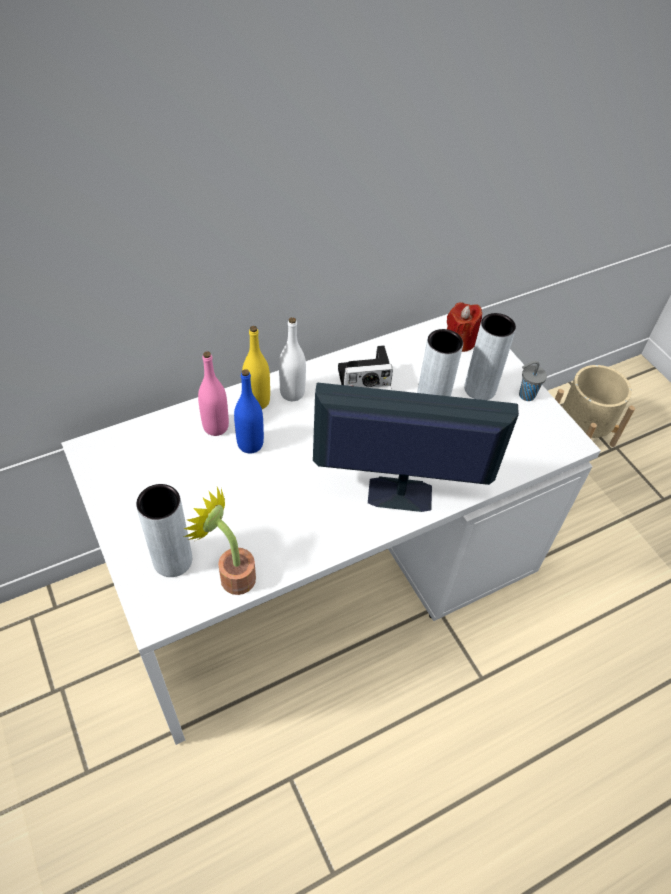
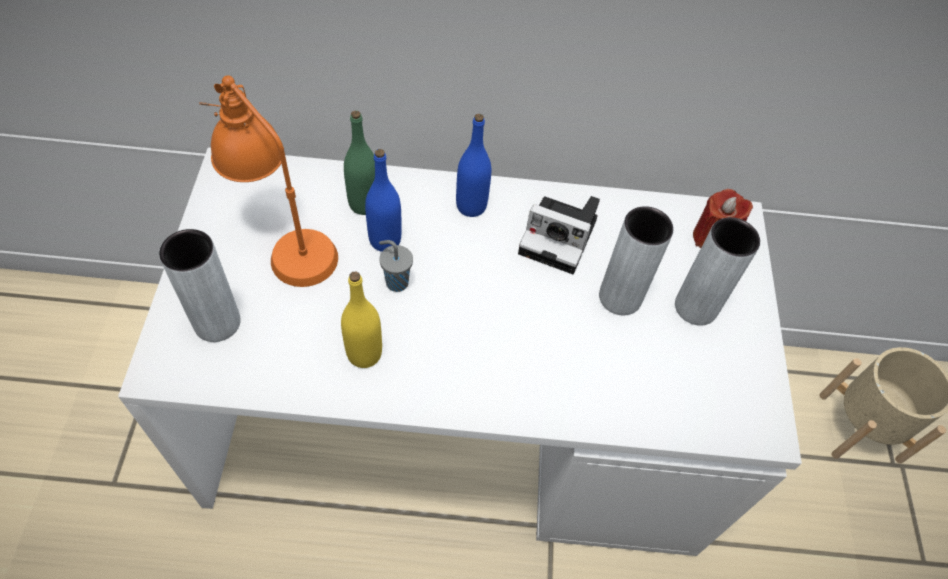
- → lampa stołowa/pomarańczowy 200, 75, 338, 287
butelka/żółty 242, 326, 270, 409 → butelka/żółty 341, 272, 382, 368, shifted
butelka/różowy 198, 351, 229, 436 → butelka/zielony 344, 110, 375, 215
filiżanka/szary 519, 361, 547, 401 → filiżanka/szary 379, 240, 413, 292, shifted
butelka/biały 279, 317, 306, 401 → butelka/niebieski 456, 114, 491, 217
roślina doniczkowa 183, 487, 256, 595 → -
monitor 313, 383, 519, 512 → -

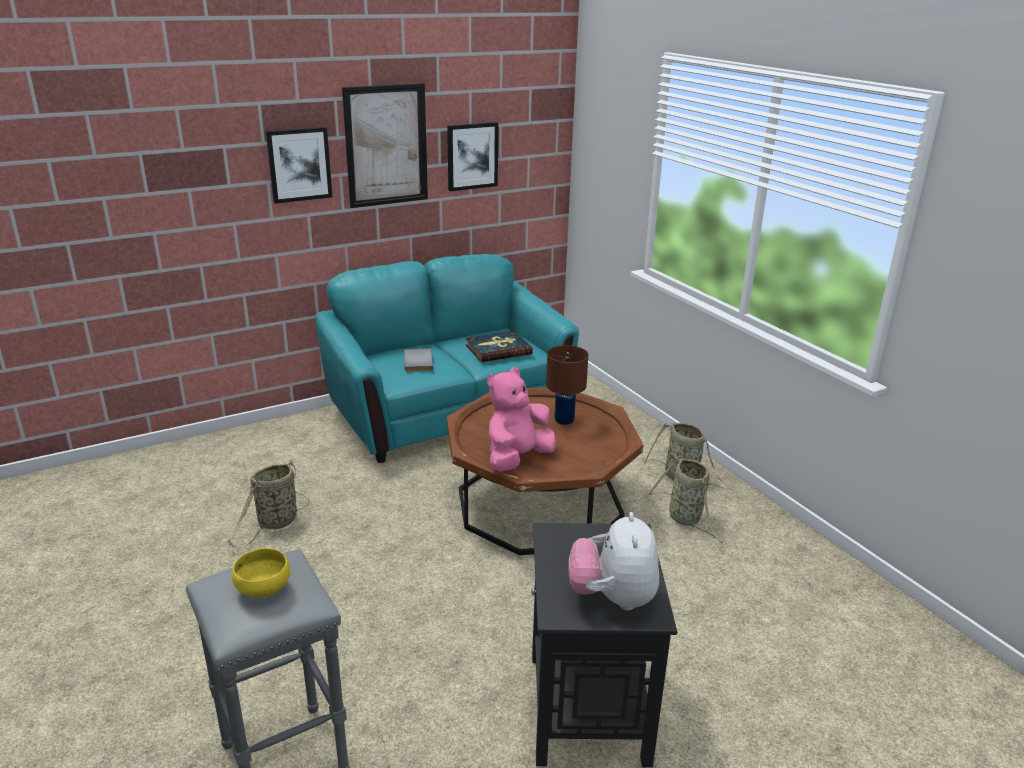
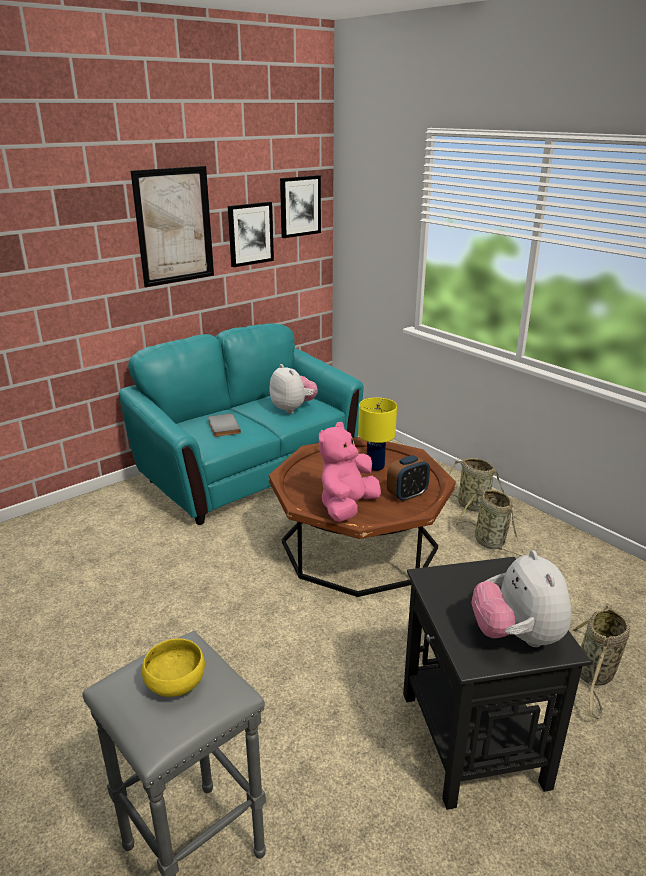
książka 465, 331, 533, 362 → pluszak 269, 364, 318, 414
obraz 266, 127, 332, 204 → obraz 280, 175, 321, 238, shifted
lampa stołowa/brązowy 546, 345, 588, 425 → lampa stołowa/żółty 358, 398, 397, 471
- → budzik 387, 455, 430, 502
koszyk 227, 461, 310, 548 → koszyk 571, 603, 630, 719, shifted

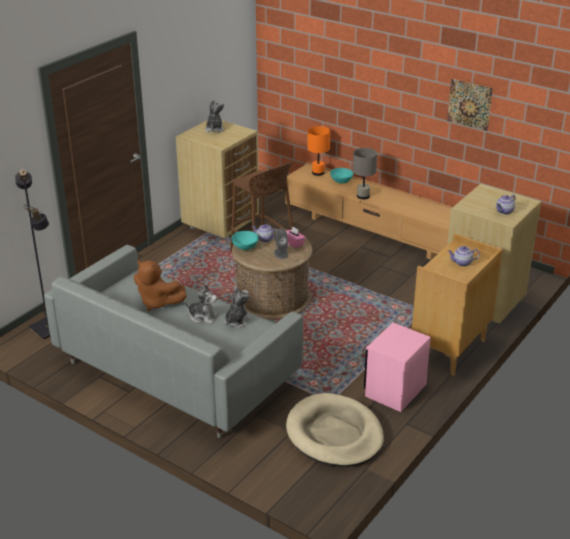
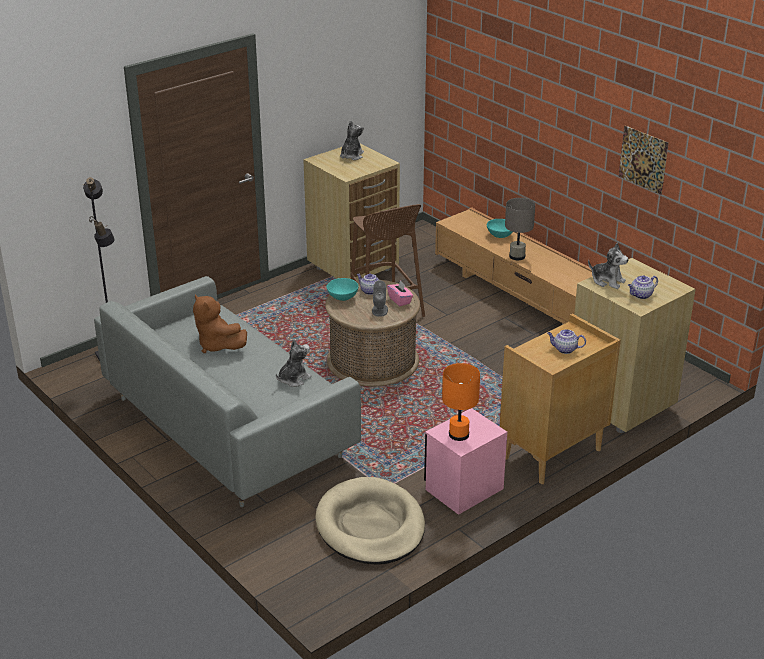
lampa stołowa/pomarańczowy 307, 126, 330, 176 → lampa stołowa/pomarańczowy 442, 363, 480, 441, shifted
pluszak 184, 285, 218, 324 → pluszak 588, 243, 629, 289, shifted

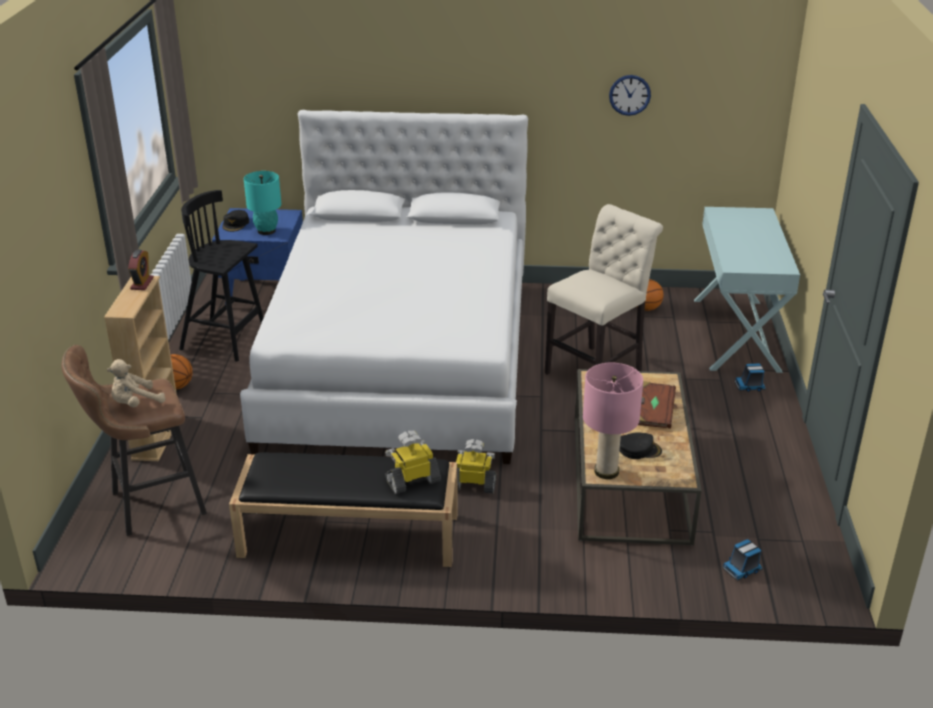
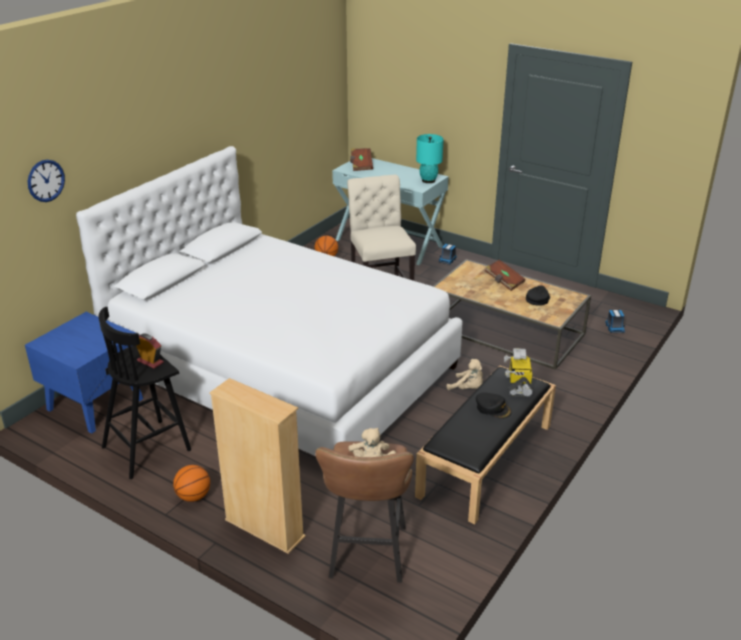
zegar ścienny 609, 75, 651, 116 → zegar ścienny 28, 159, 65, 202, shifted
budzik 128, 250, 154, 290 → budzik 136, 333, 164, 368, shifted
- → książka/brązowy 350, 148, 373, 171
lampa stołowa/turkusowy 244, 171, 281, 235 → lampa stołowa/turkusowy 416, 134, 444, 183, shifted
robot zabawkowy 456, 439, 497, 493 → pluszak/beżowy 447, 359, 483, 390
czapka z daszkiem/czarny 222, 210, 249, 232 → czapka z daszkiem/czarny 476, 392, 512, 419, shifted
lampa stołowa/różowy 583, 363, 643, 479 → -

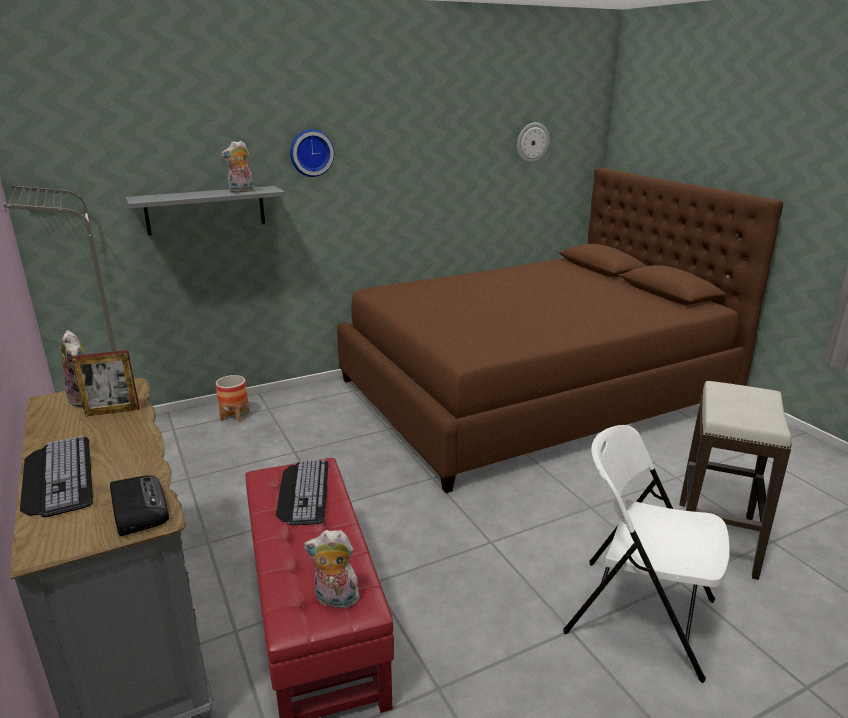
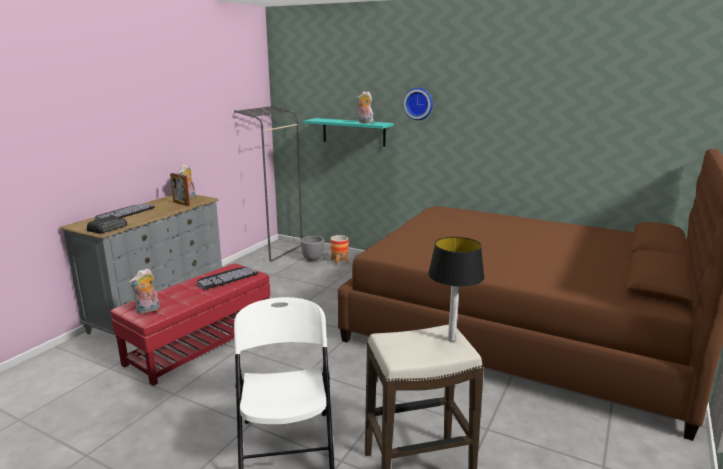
pluszak 304, 530, 360, 609 → pluszak 128, 268, 160, 314, 105 degrees counterclockwise
- → donica/szary 301, 236, 324, 262
półka/szary 125, 186, 285, 235 → półka/turkusowy 304, 118, 394, 147
- → lampa stołowa 428, 237, 485, 342
zegar ścienny 517, 122, 549, 163 → -

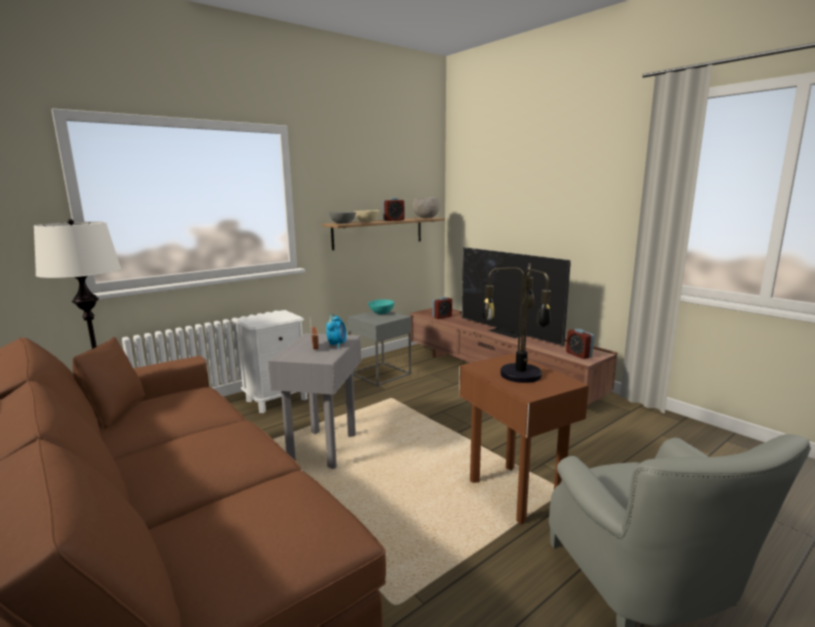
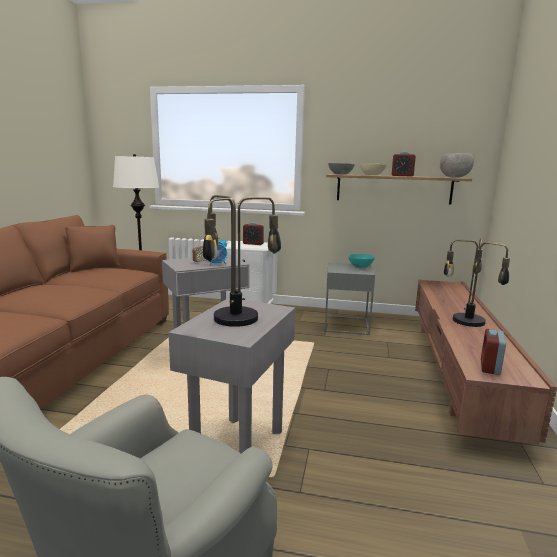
stolik/brązowy 459, 353, 589, 524 → stolik/szary 168, 298, 295, 453
budzik 433, 297, 452, 319 → budzik 243, 222, 264, 245, shifted
telewizor 462, 247, 571, 346 → lampa stołowa 444, 238, 510, 327

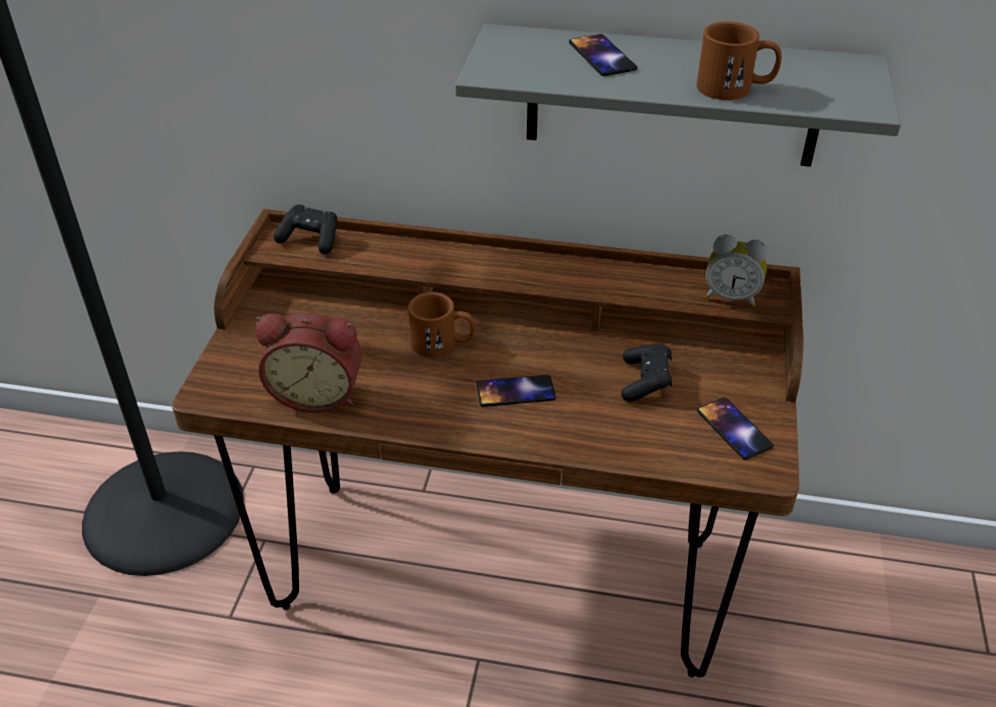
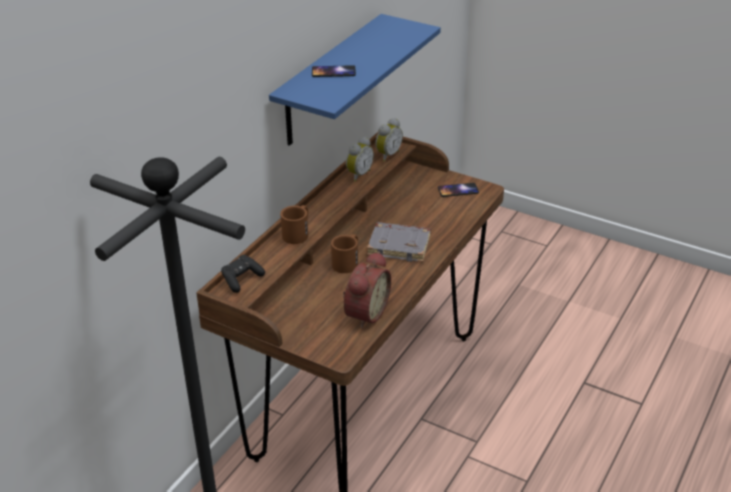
półka/szary 455, 24, 901, 167 → półka/niebieski 269, 14, 441, 146
kubek/brązowy 697, 22, 782, 100 → kubek/brązowy 280, 205, 308, 244, shifted
- → budzik 346, 137, 374, 182
telefon 476, 375, 556, 407 → książka/szary 367, 222, 430, 262
pad do gier/czarny 621, 344, 672, 402 → -

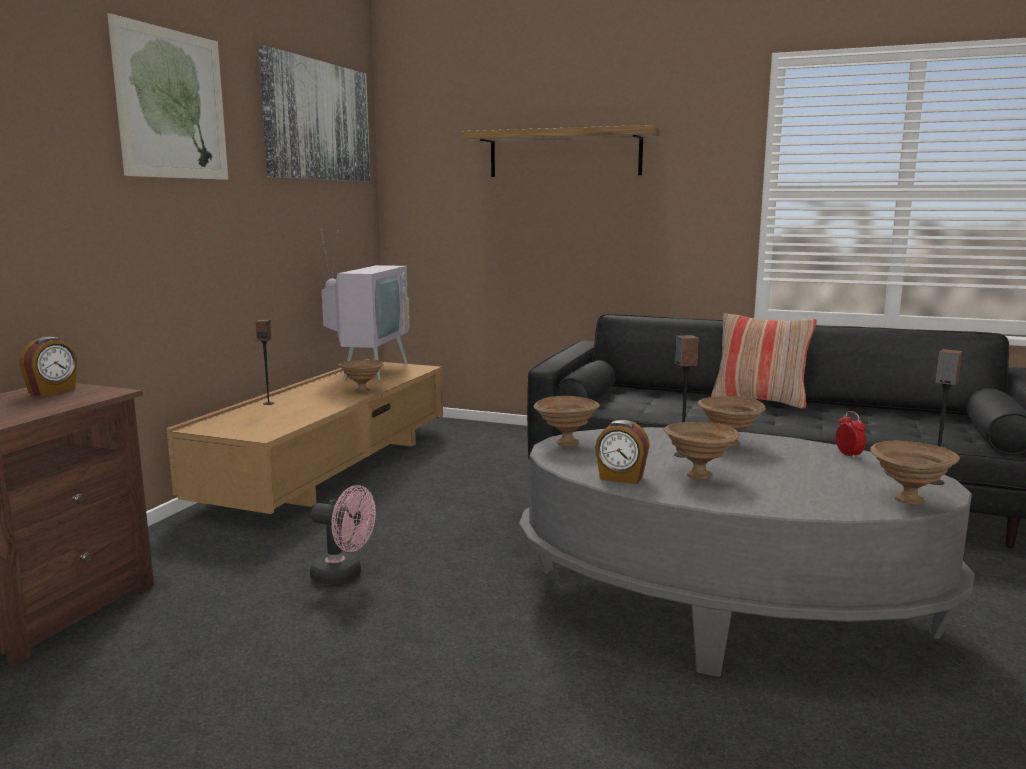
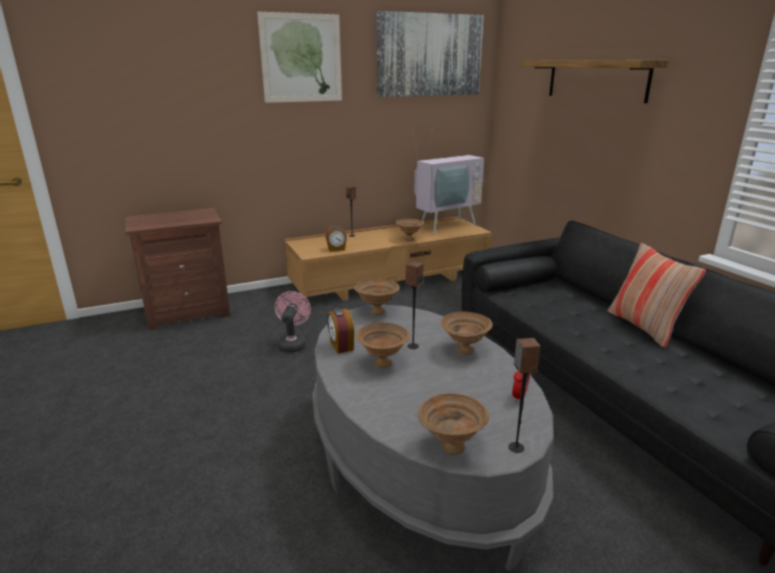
wentylator/różowy 310, 485, 376, 585 → wentylator/różowy 275, 291, 311, 353, 150 degrees counterclockwise
budzik 19, 337, 77, 396 → budzik 326, 226, 347, 252, shifted

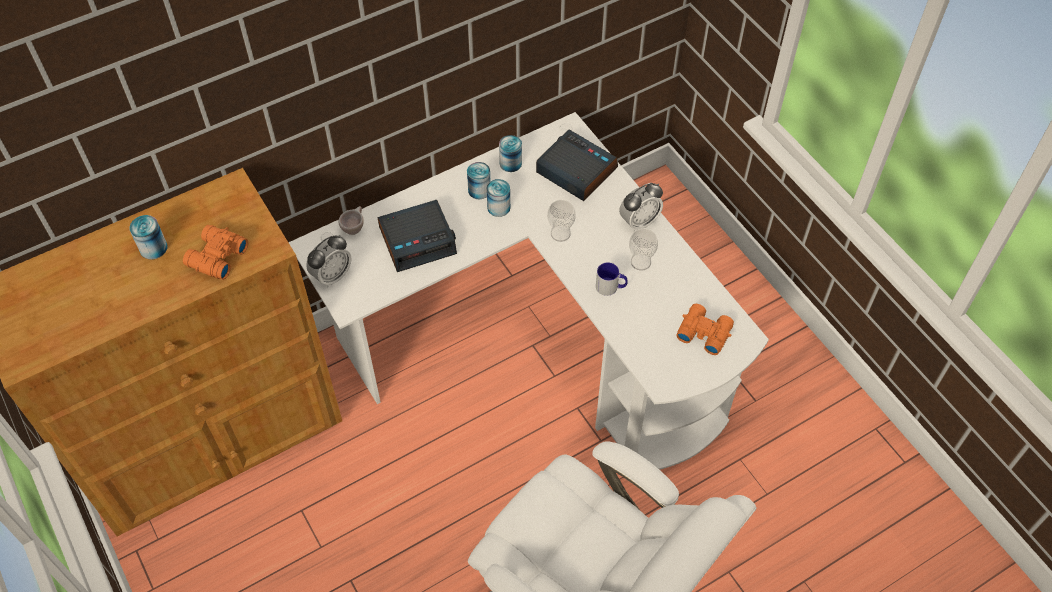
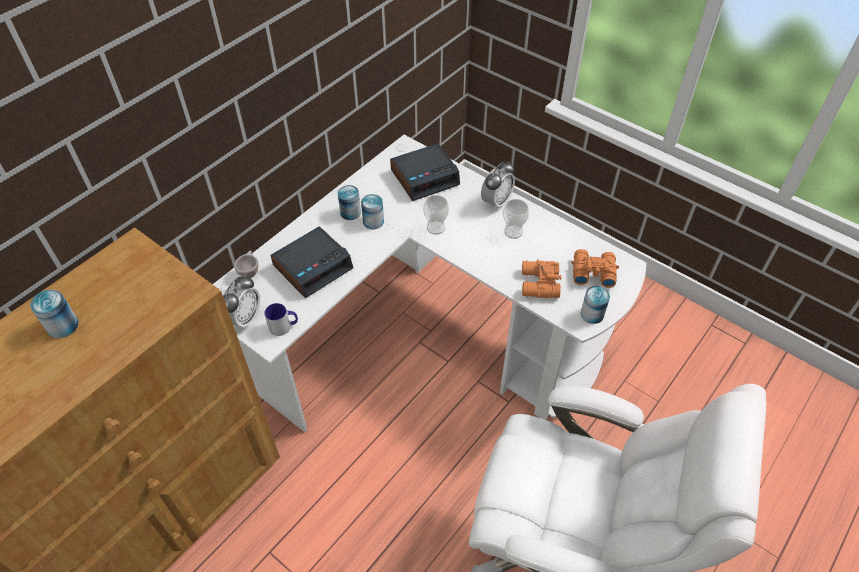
kubek 596, 262, 628, 296 → kubek 264, 303, 298, 336, shifted
budzik 536, 129, 618, 201 → budzik 390, 143, 460, 201, 135 degrees clockwise
lornetka/pomarańczowy 183, 225, 248, 280 → lornetka/pomarańczowy 522, 259, 561, 298, shifted
puszka 499, 135, 522, 172 → puszka 581, 286, 610, 324, shifted

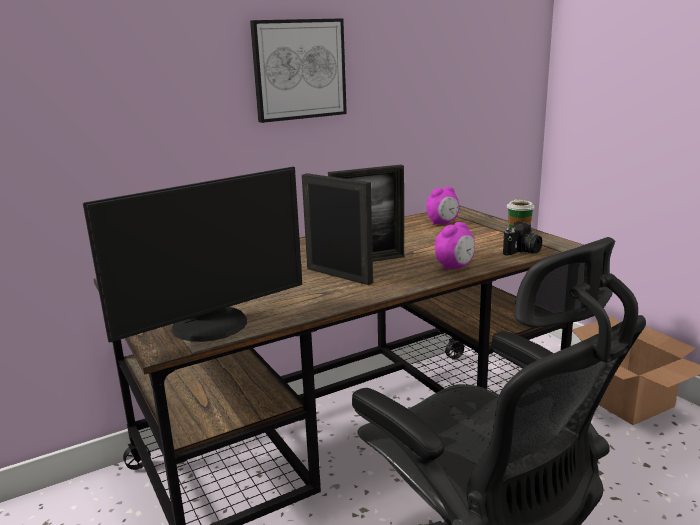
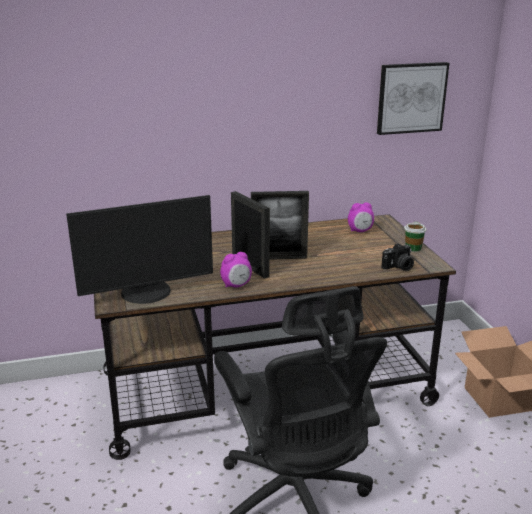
budzik 435, 222, 475, 271 → budzik 220, 252, 252, 288, shifted
obraz 250, 18, 347, 123 → obraz 377, 62, 449, 135, shifted

